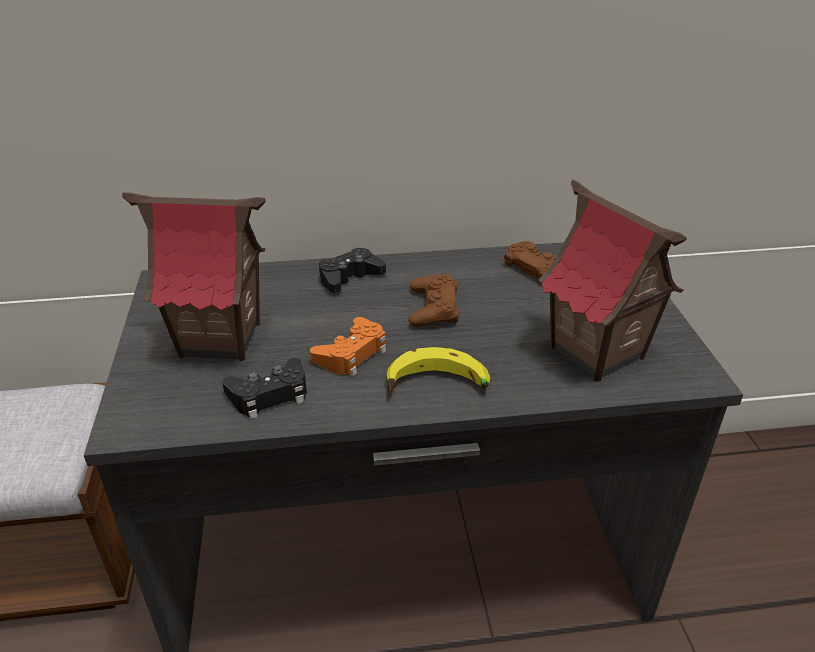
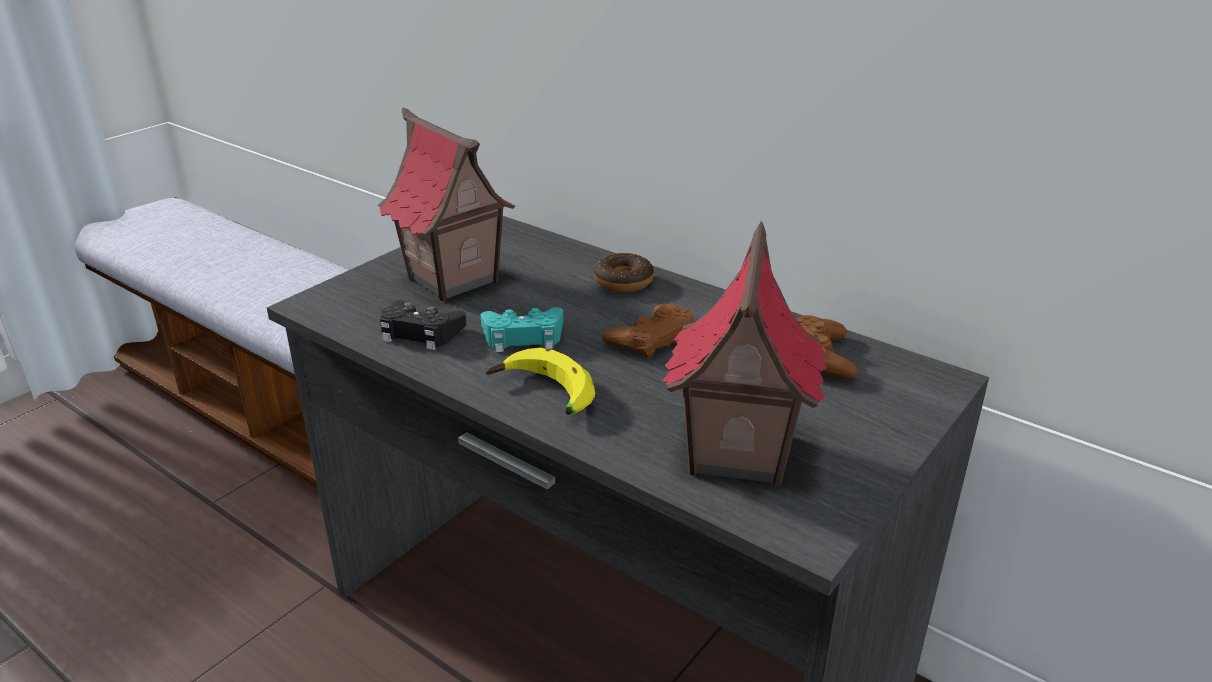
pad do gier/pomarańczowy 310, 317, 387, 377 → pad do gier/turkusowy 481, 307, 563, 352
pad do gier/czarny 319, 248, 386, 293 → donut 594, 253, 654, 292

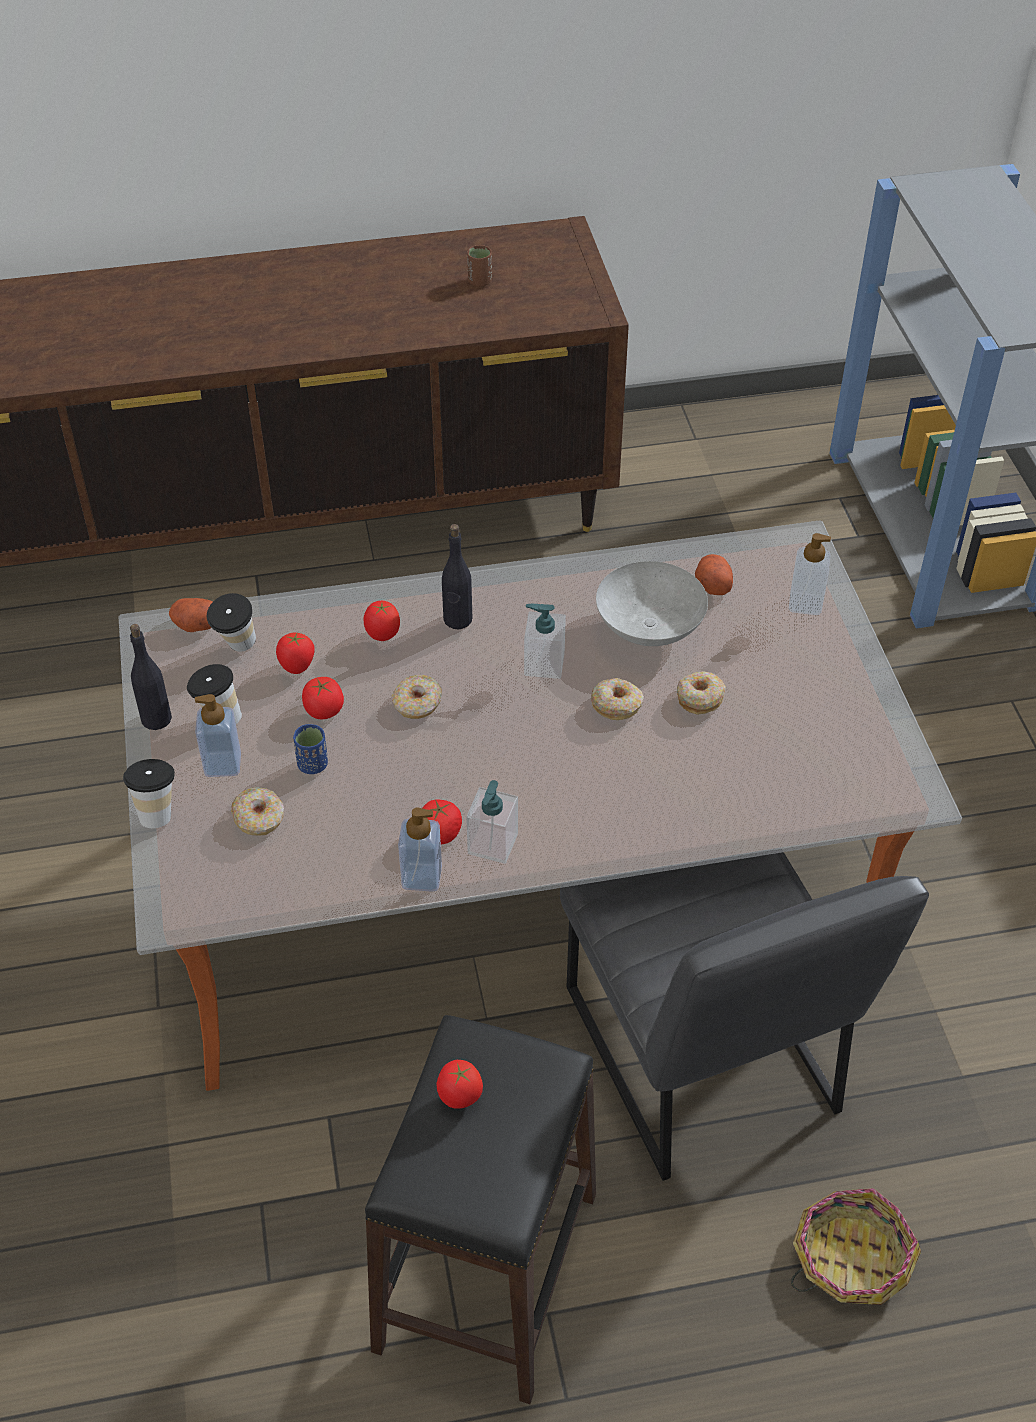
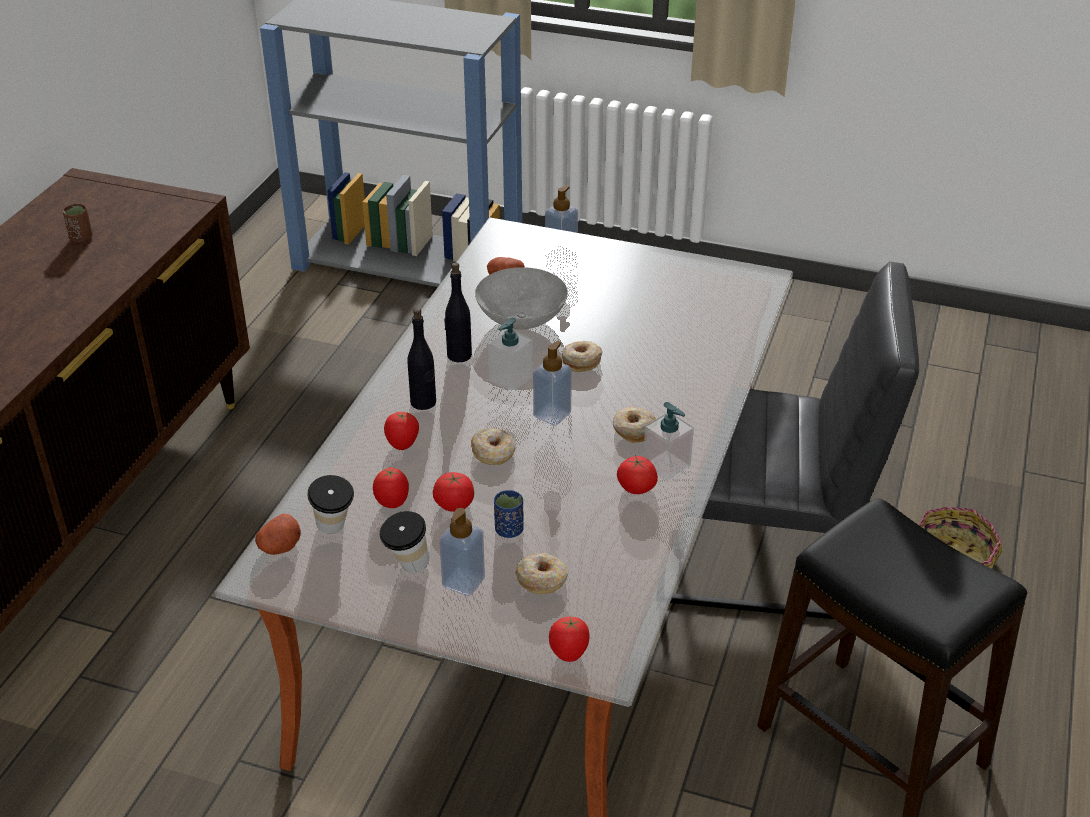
butelka/czarny 130, 624, 172, 730 → butelka/czarny 444, 263, 472, 362, shifted
dozownik mydła 398, 807, 442, 892 → dozownik mydła 533, 341, 572, 426, shifted
pomidor 436, 1060, 483, 1109 → pomidor 549, 617, 590, 662, shifted
donut 677, 671, 726, 715 → donut 613, 407, 656, 443, shifted
filiżanka 123, 759, 175, 828 → -

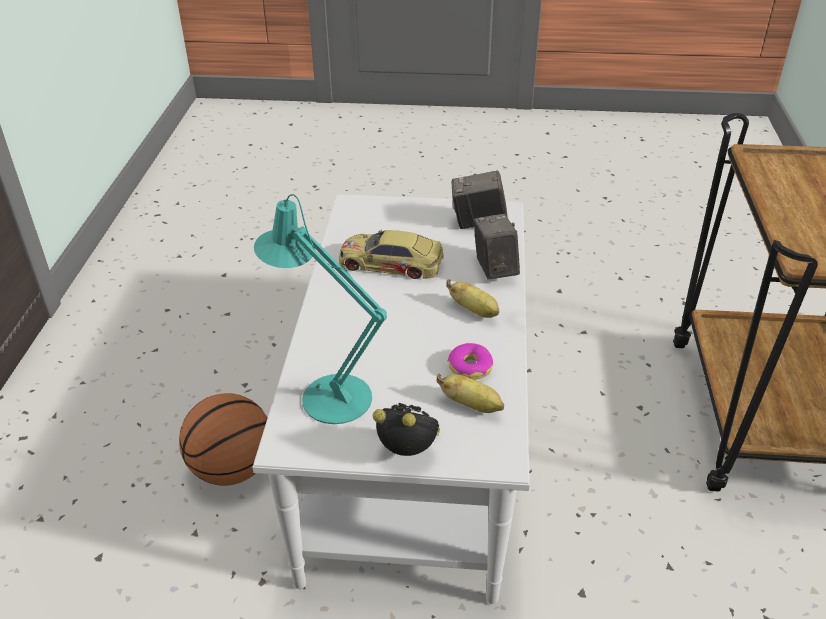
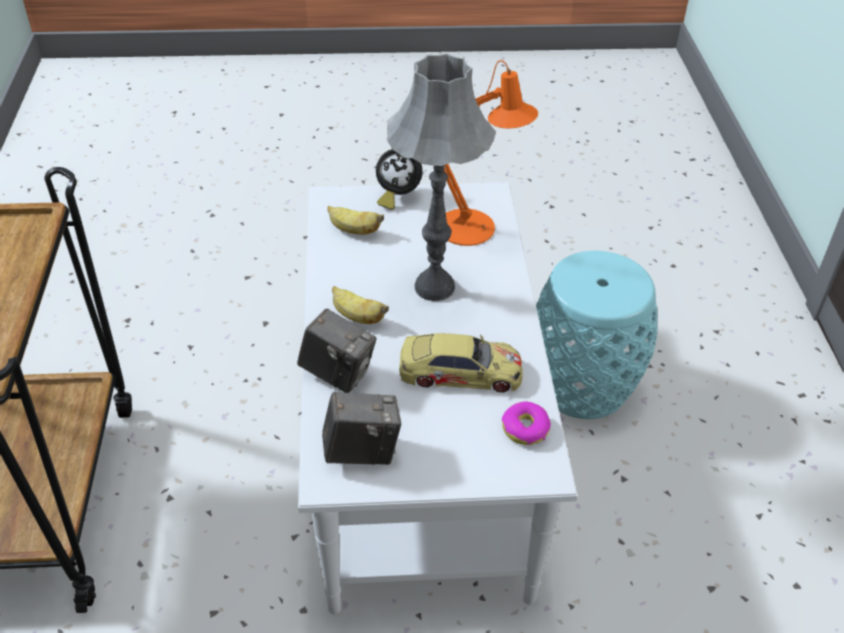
aparat fotograficzny 474, 214, 520, 279 → aparat fotograficzny 297, 309, 377, 393, 45 degrees counterclockwise
- → lampa stołowa/szary 387, 54, 496, 301
lampa stołowa/turkusowy 254, 194, 387, 424 → lampa stołowa/pomarańczowy 444, 60, 538, 246
donut 447, 343, 493, 380 → donut 502, 402, 551, 445, shifted
piłka do koszykówki 179, 393, 267, 486 → stołek/turkusowy 536, 251, 658, 419

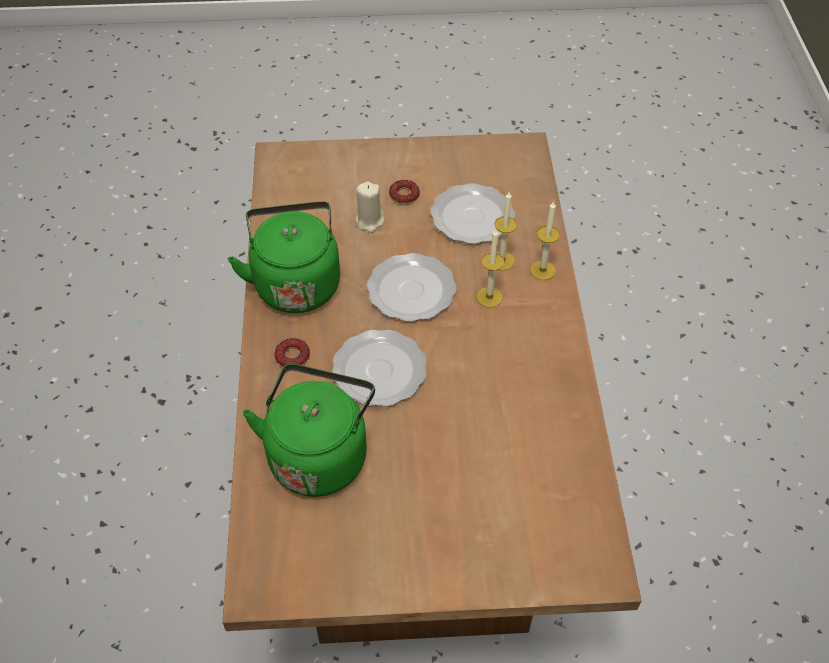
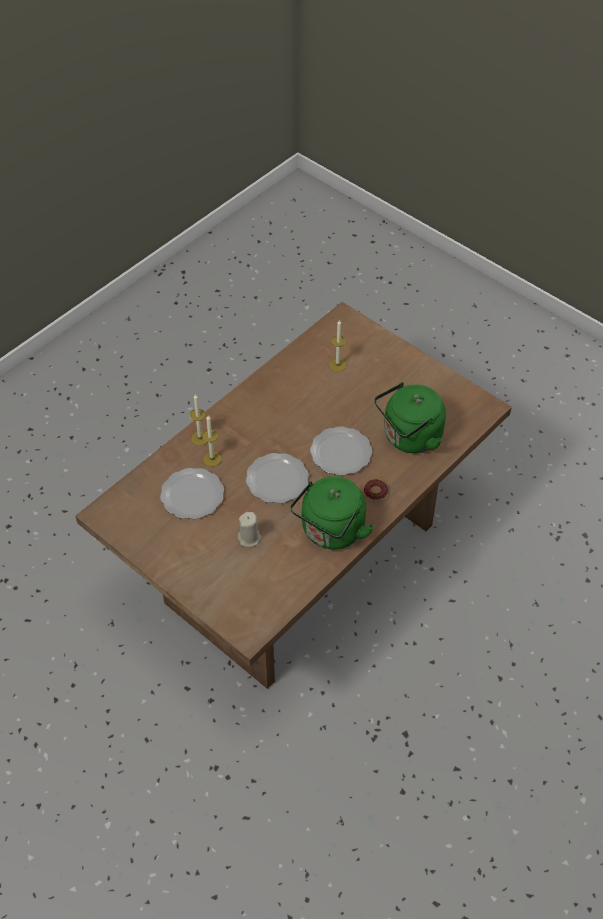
świeca 477, 229, 504, 308 → świeca 329, 320, 346, 372, shifted
donut 389, 180, 420, 205 → -

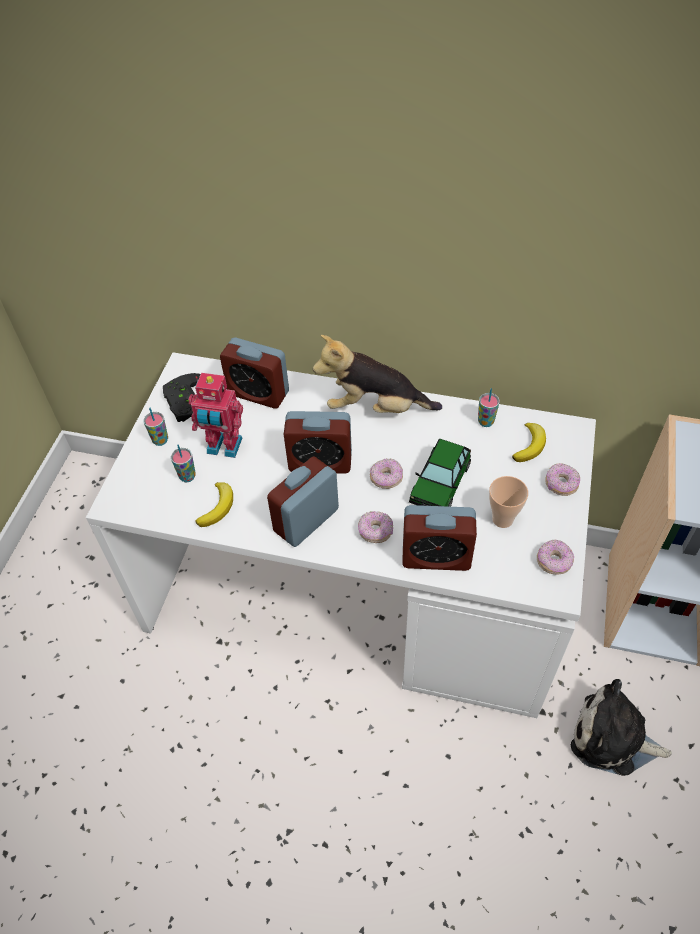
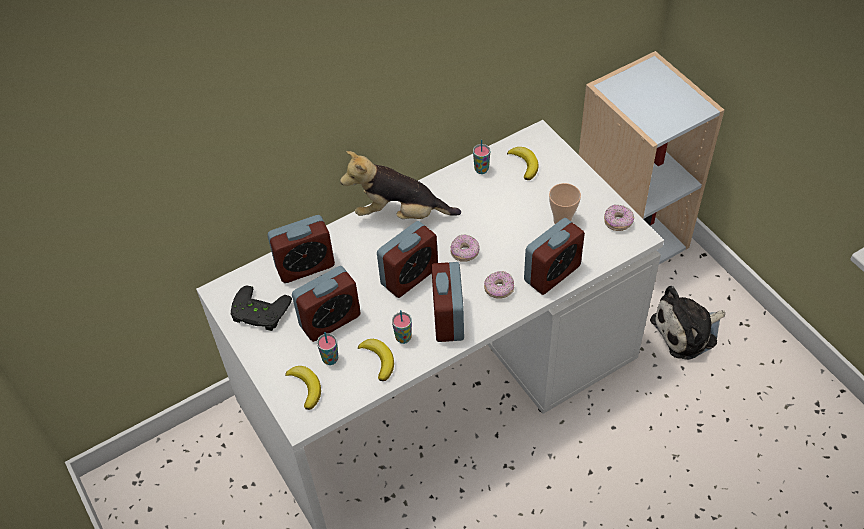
- → banan 285, 366, 321, 410
robot zabawkowy 189, 373, 243, 458 → budzik 292, 266, 361, 342
pluszak 313, 335, 442, 413 → pluszak 340, 151, 461, 219, 45 degrees clockwise
filiżanka 143, 408, 168, 446 → filiżanka 392, 310, 412, 344, shifted
samochodzik 409, 439, 471, 507 → -
donut 545, 463, 580, 496 → -

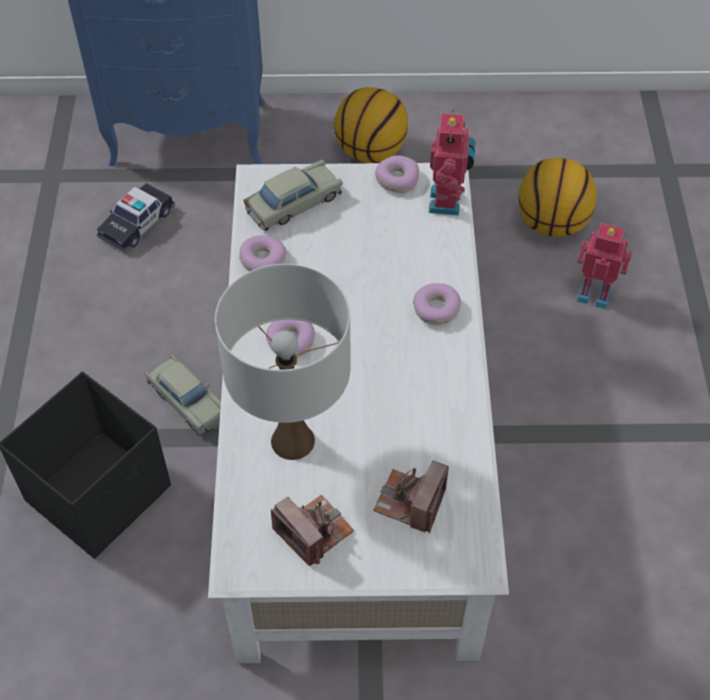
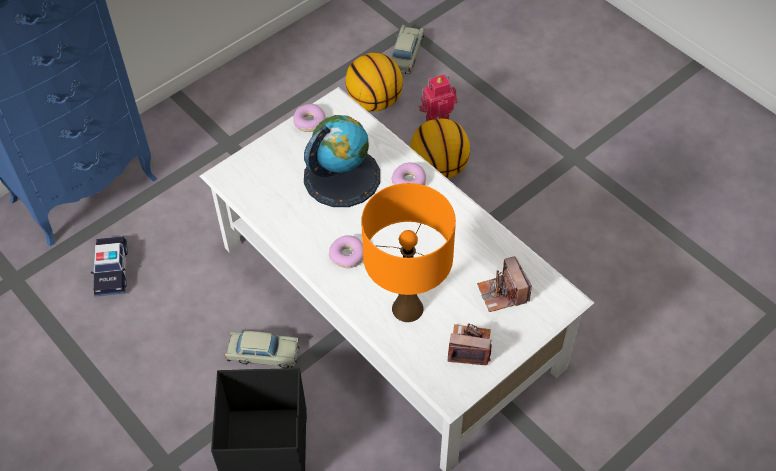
- → globus 304, 115, 380, 207
lampa stołowa/biały 215, 264, 351, 460 → lampa stołowa/pomarańczowy 361, 183, 456, 322
samochodzik/beżowy 243, 160, 343, 231 → samochodzik/beżowy 391, 25, 424, 74, shifted
piłka do koszykówki 334, 87, 408, 163 → piłka do koszykówki 410, 119, 470, 178, shifted
donut 239, 235, 286, 272 → -
robot zabawkowy 429, 110, 475, 215 → -

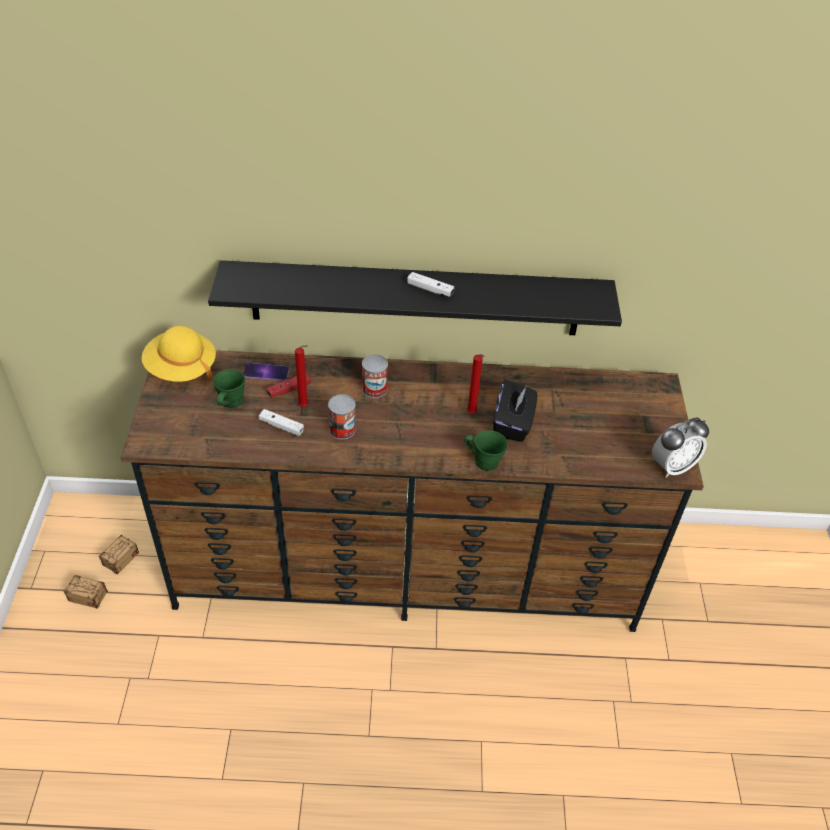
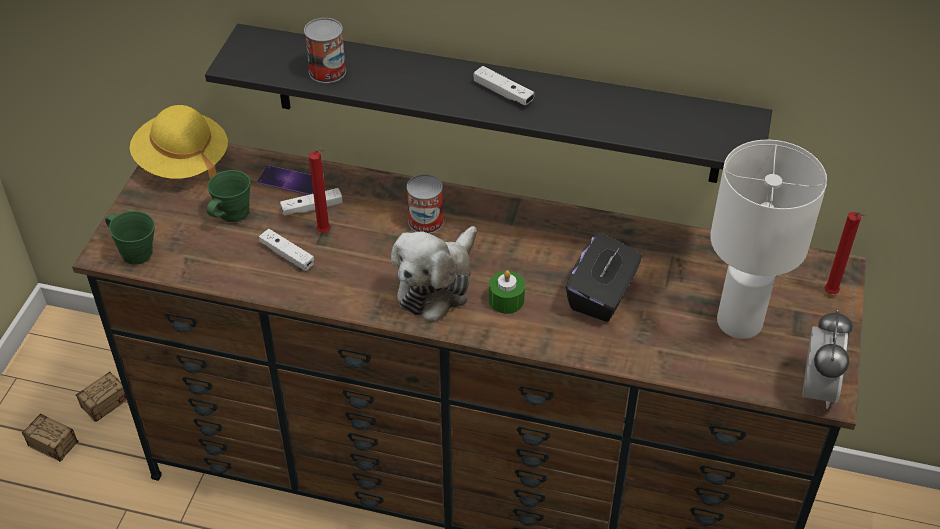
kubek/zielony 464, 430, 508, 471 → kubek/zielony 105, 211, 155, 265, shifted
pad do gier/czerwony 267, 373, 311, 398 → pad do gier/biały 280, 188, 342, 216
puszka 328, 394, 356, 439 → puszka 304, 18, 346, 83, shifted
- → pluszak 391, 226, 477, 322
- → świeca/zielony 489, 270, 525, 314
- → lampa stołowa/biały 710, 140, 827, 339
budzik 652, 417, 709, 478 → budzik 802, 310, 853, 409, 60 degrees counterclockwise
świeca/czerwony 467, 354, 485, 413 → świeca/czerwony 825, 212, 865, 294, shifted

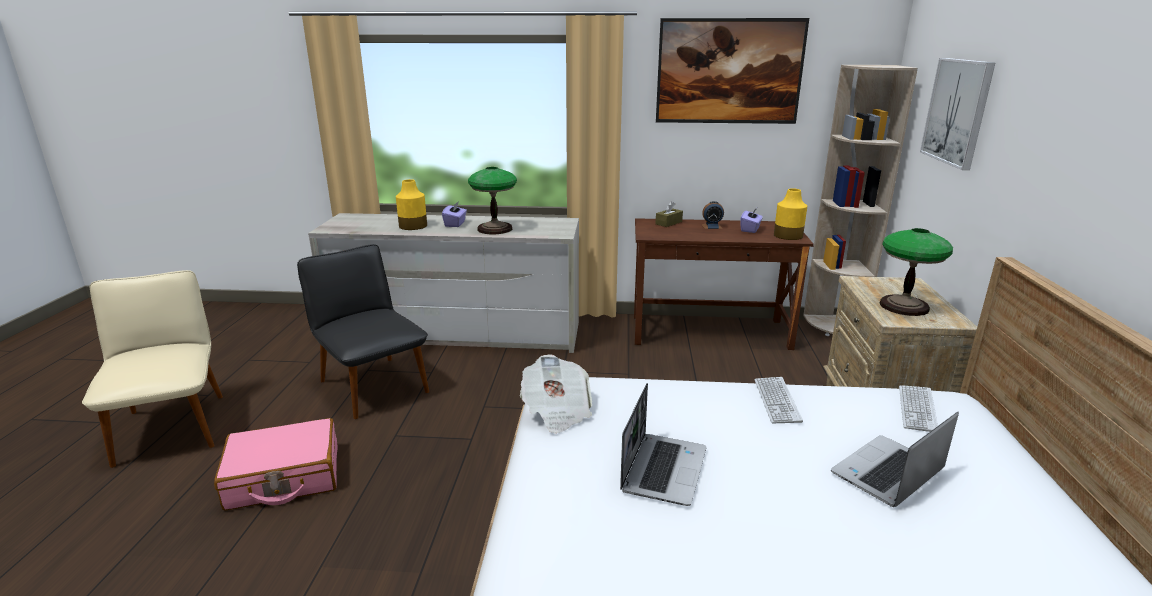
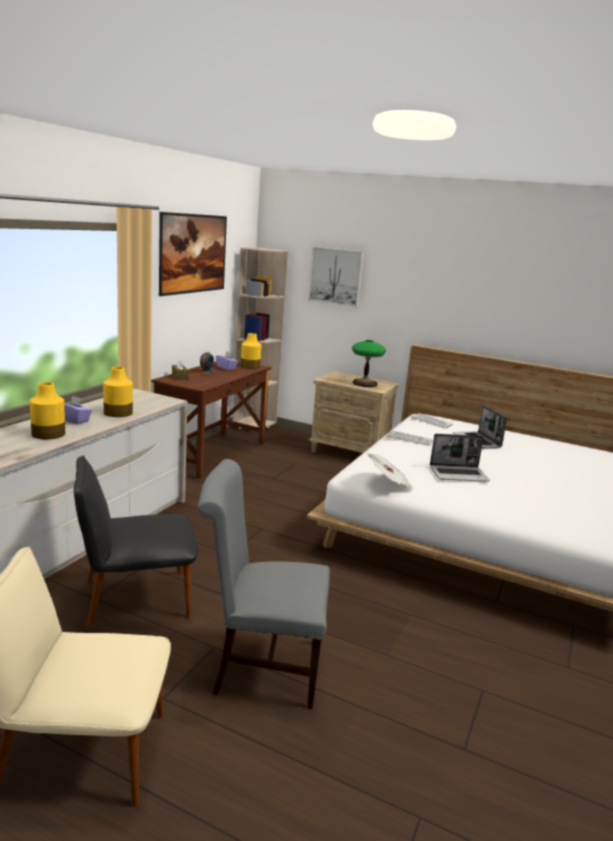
lampa stołowa 468, 167, 517, 234 → wazon/żółty 103, 366, 133, 417
walizka/różowy 214, 418, 337, 510 → krzesło/szary 198, 459, 330, 709
laptop 620, 383, 707, 506 → laptop 430, 434, 490, 482, 135 degrees clockwise

